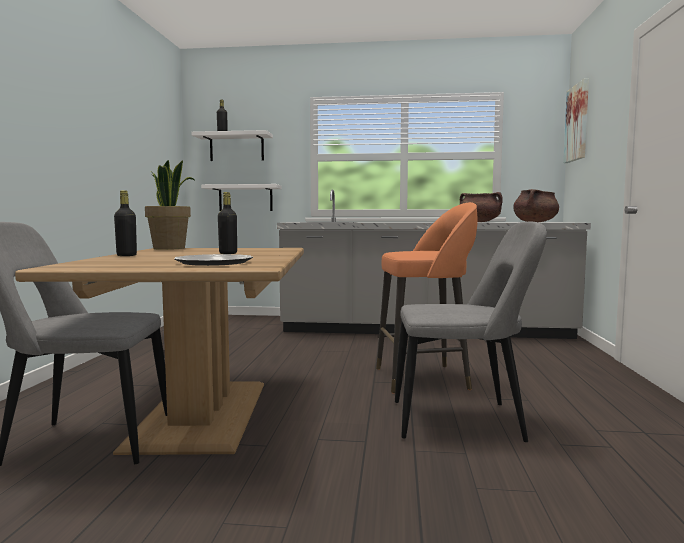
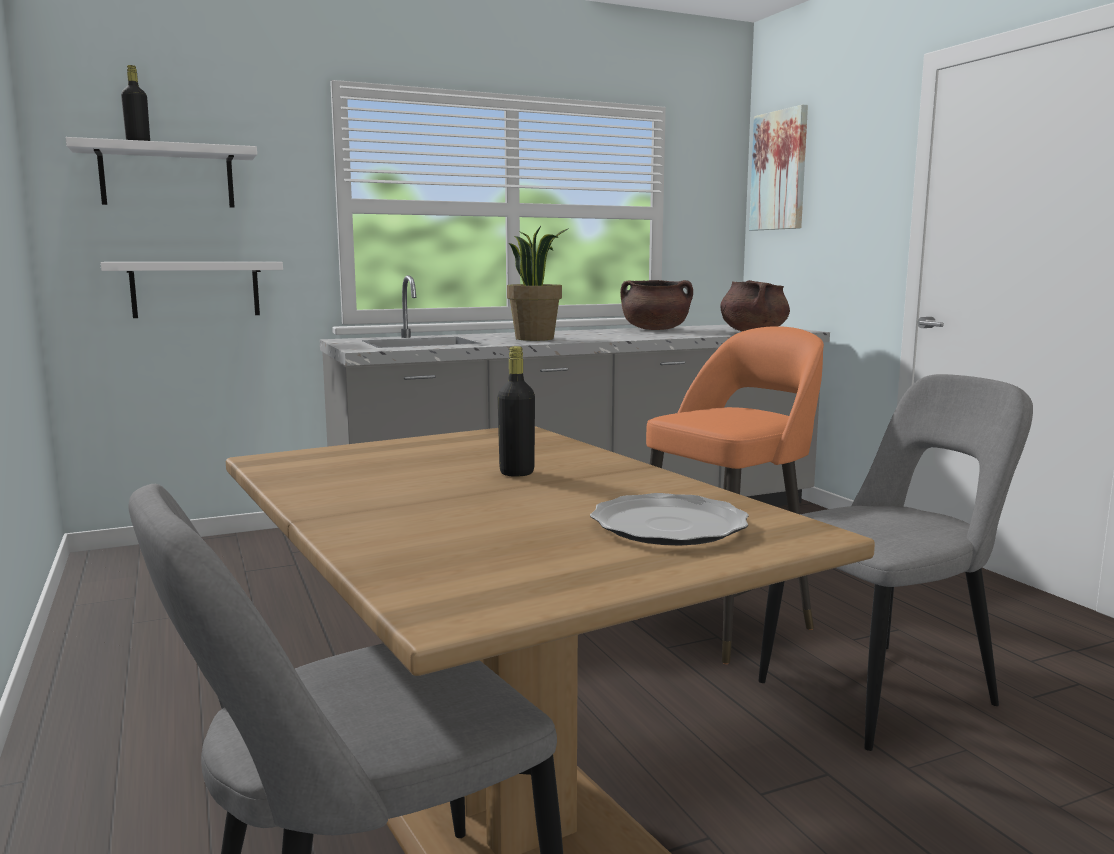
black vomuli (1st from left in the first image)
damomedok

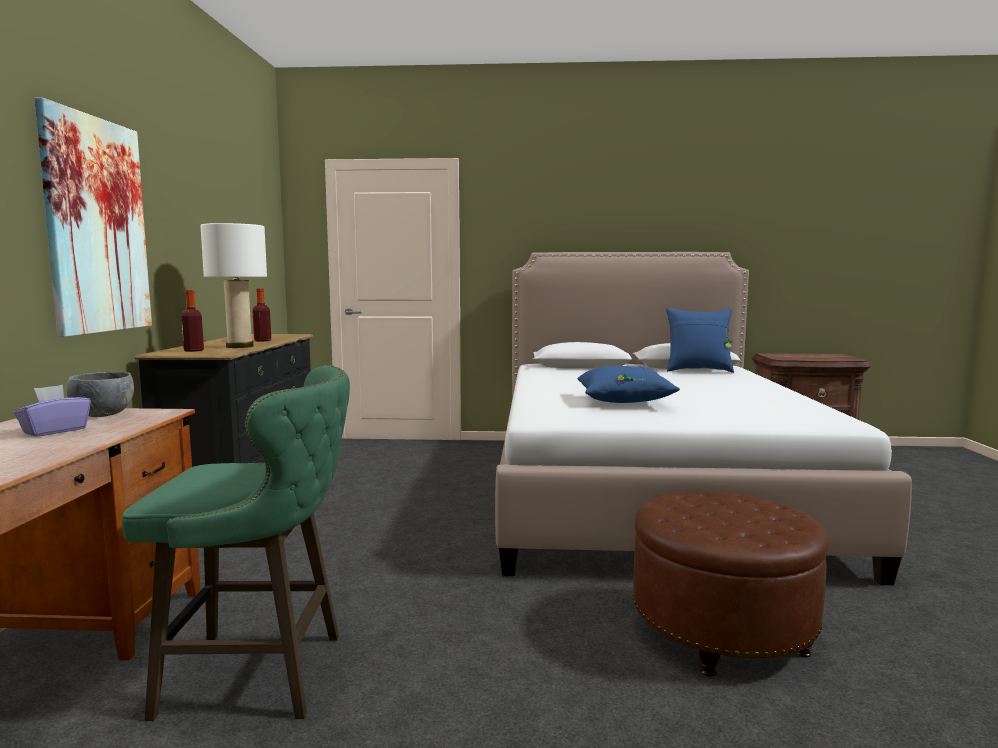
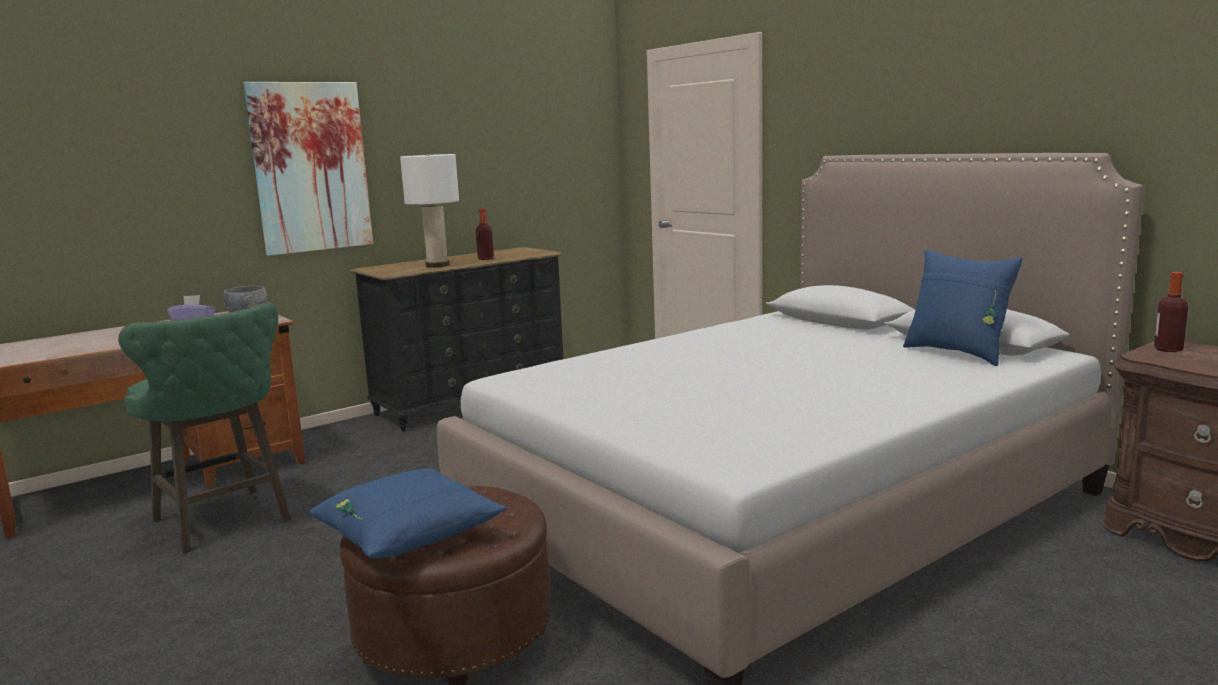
vomuli (2nd from left)
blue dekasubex (1st from left)

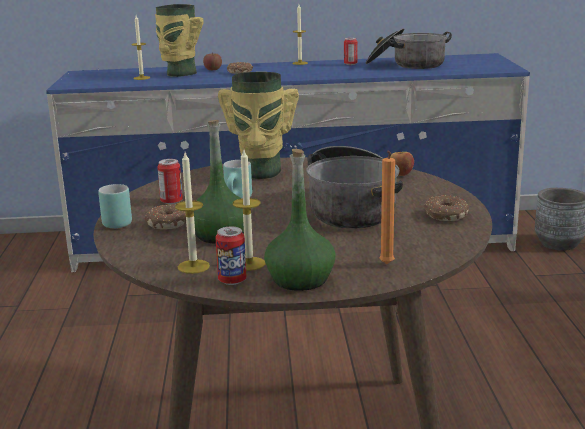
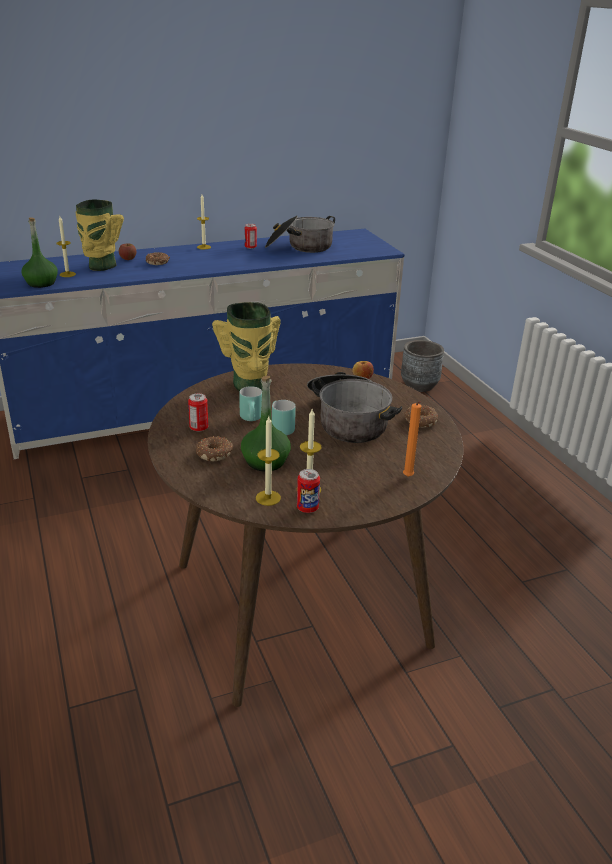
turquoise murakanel (2nd from left)
green vomuli (1st from left)

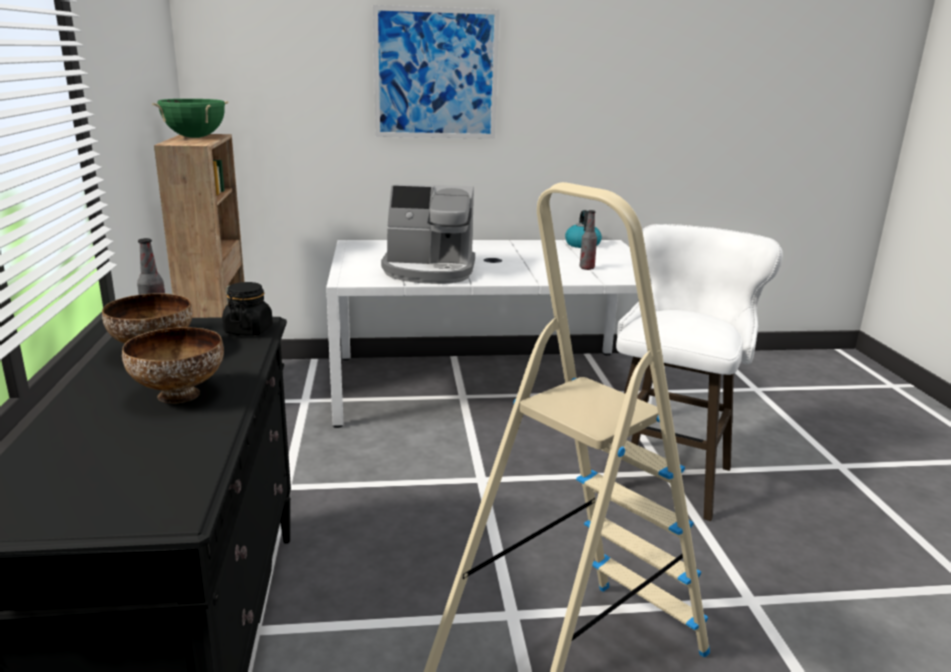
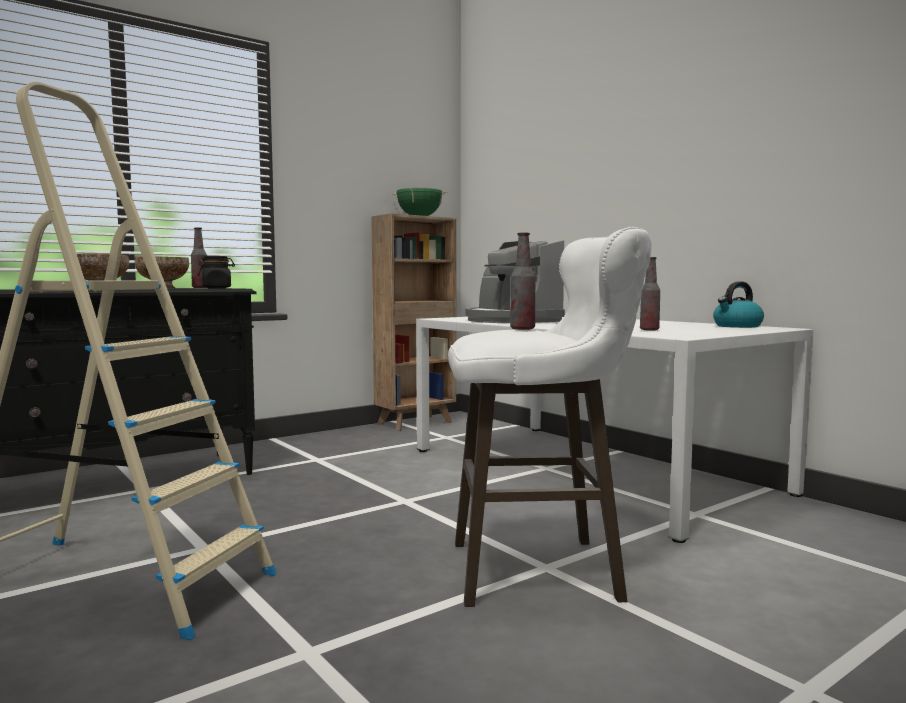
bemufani
vomuli (2nd from left)

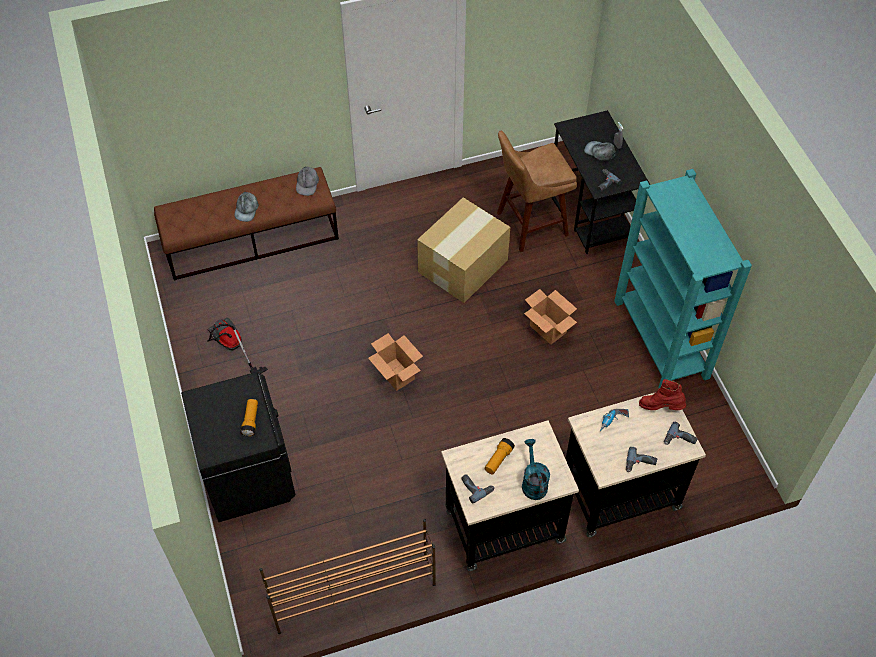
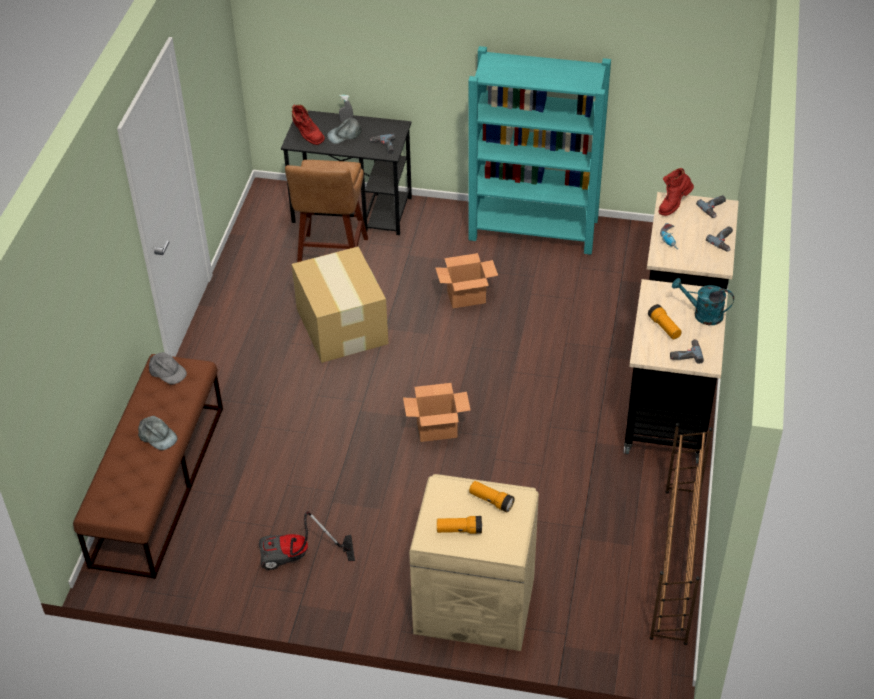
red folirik (1st from left)
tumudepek (1st from left)
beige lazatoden

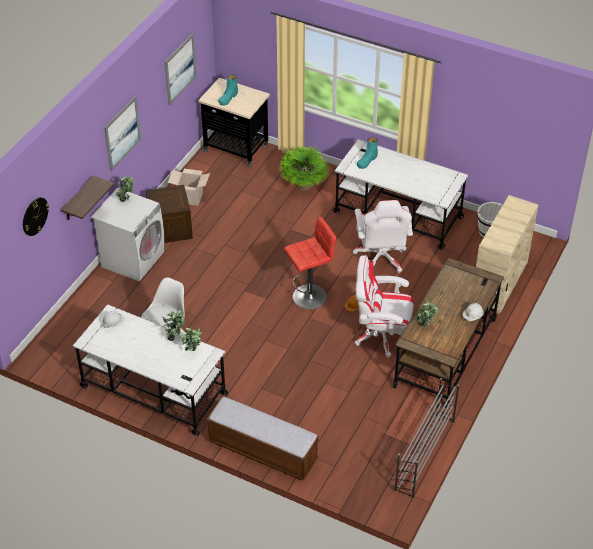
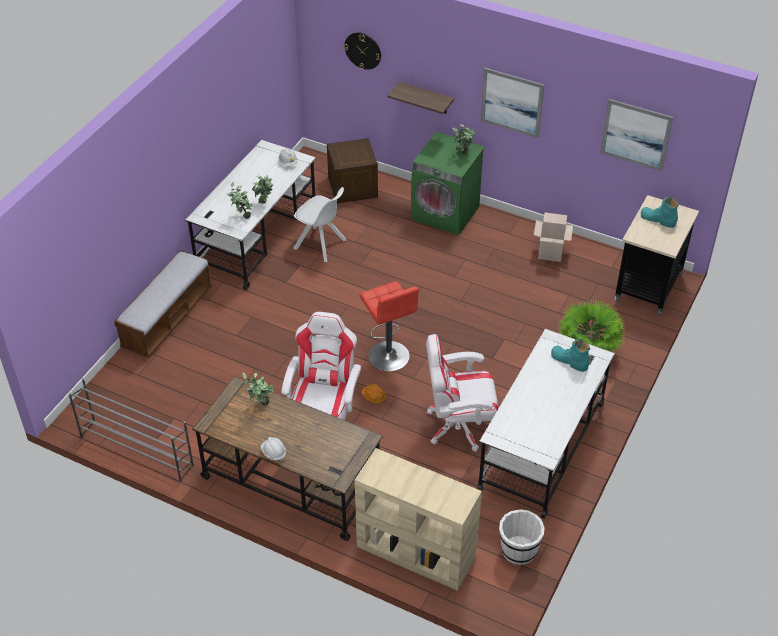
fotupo
green lazatoden

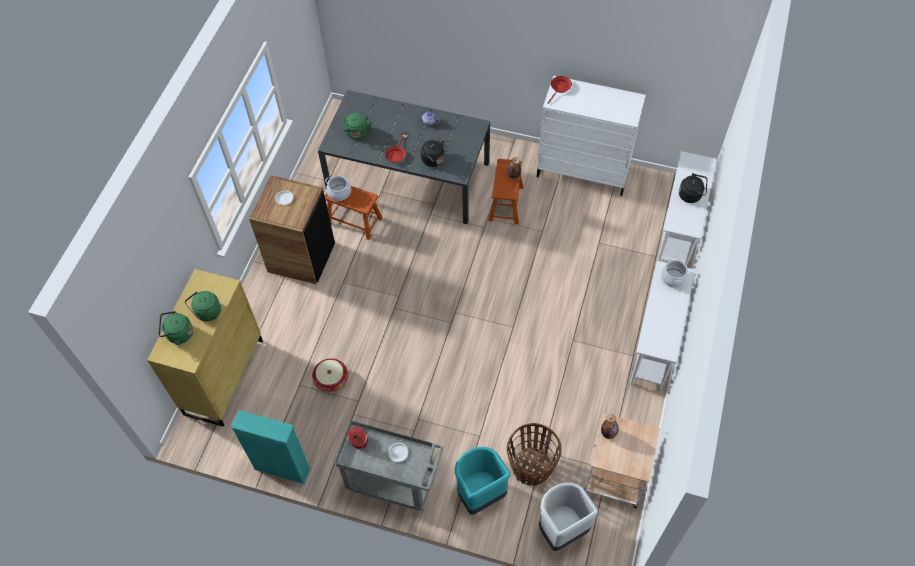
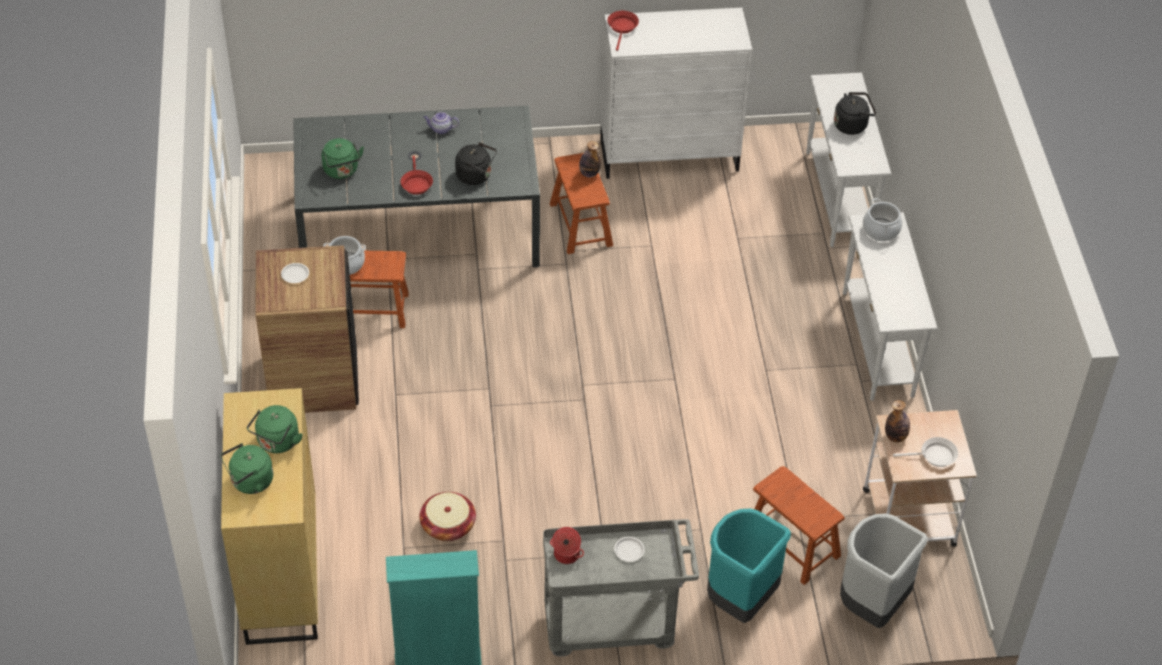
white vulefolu
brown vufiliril (3rd from left)

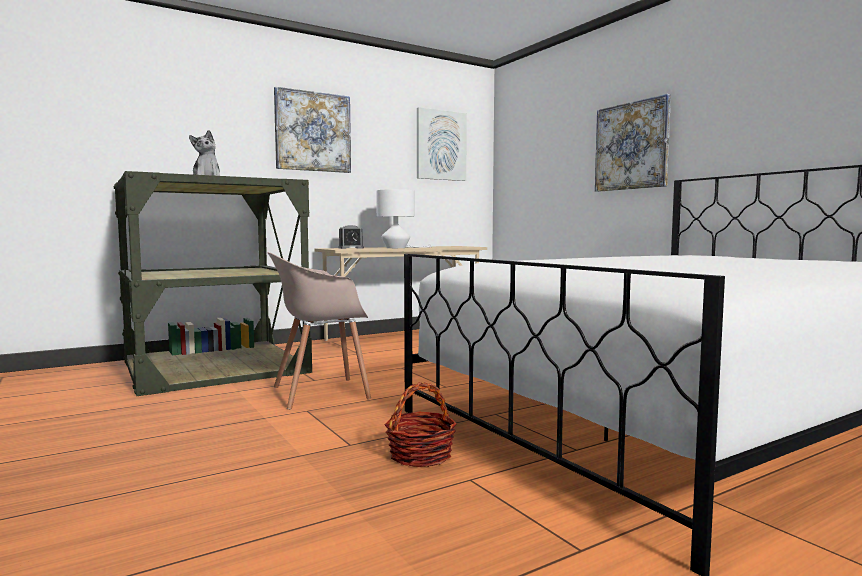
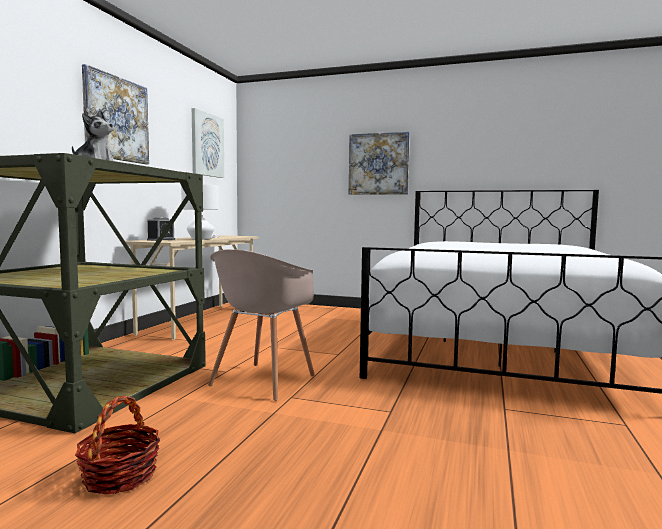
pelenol

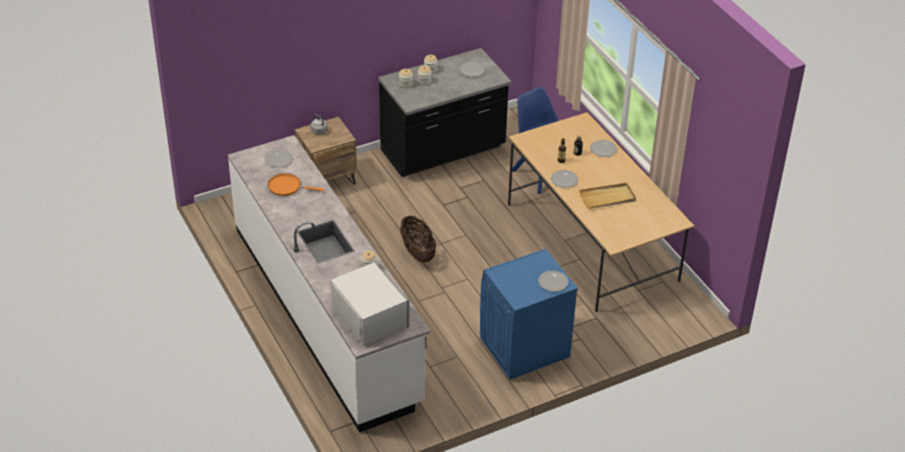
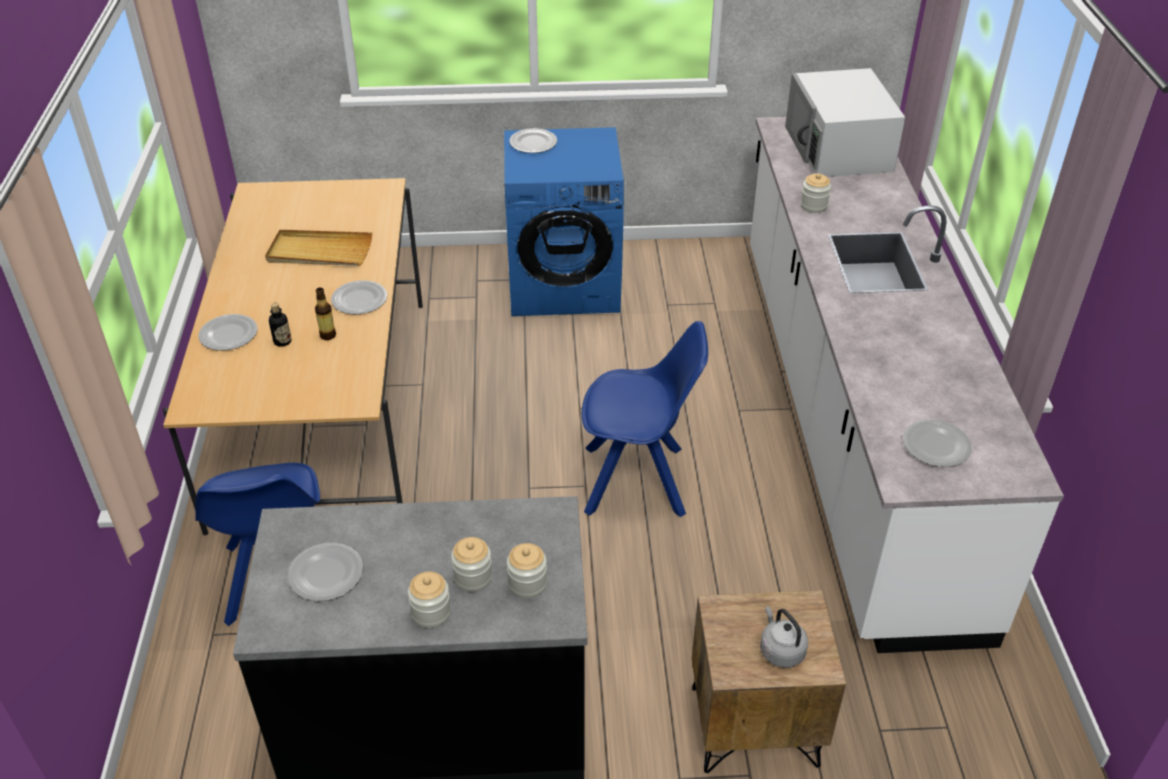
orange vulefolu
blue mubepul (2nd from left)

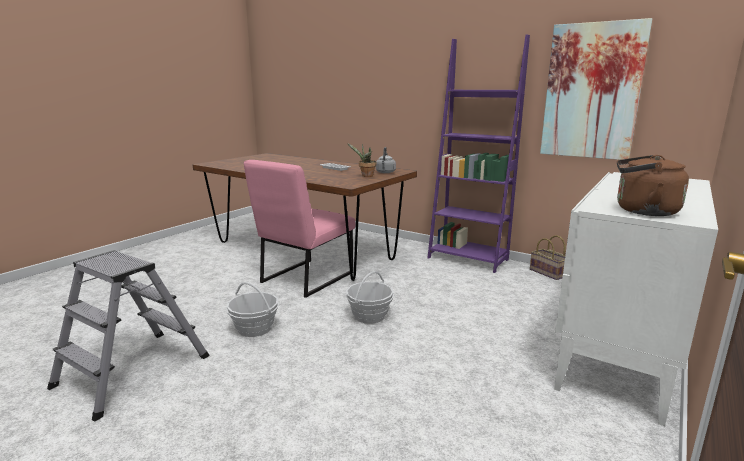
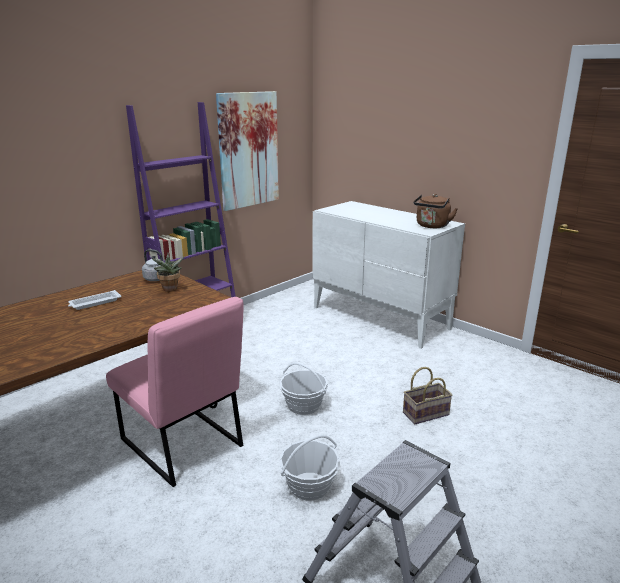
pelenol (3rd from left)

